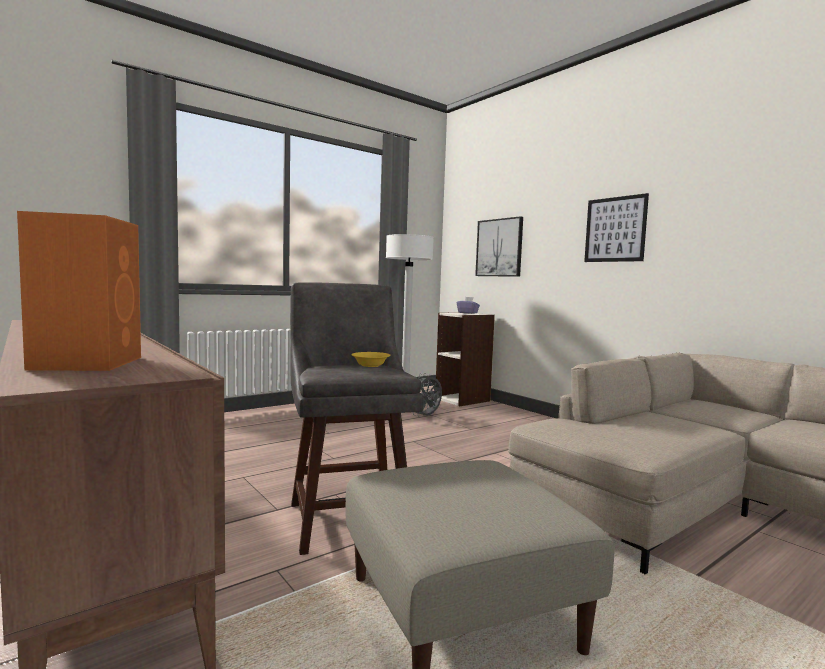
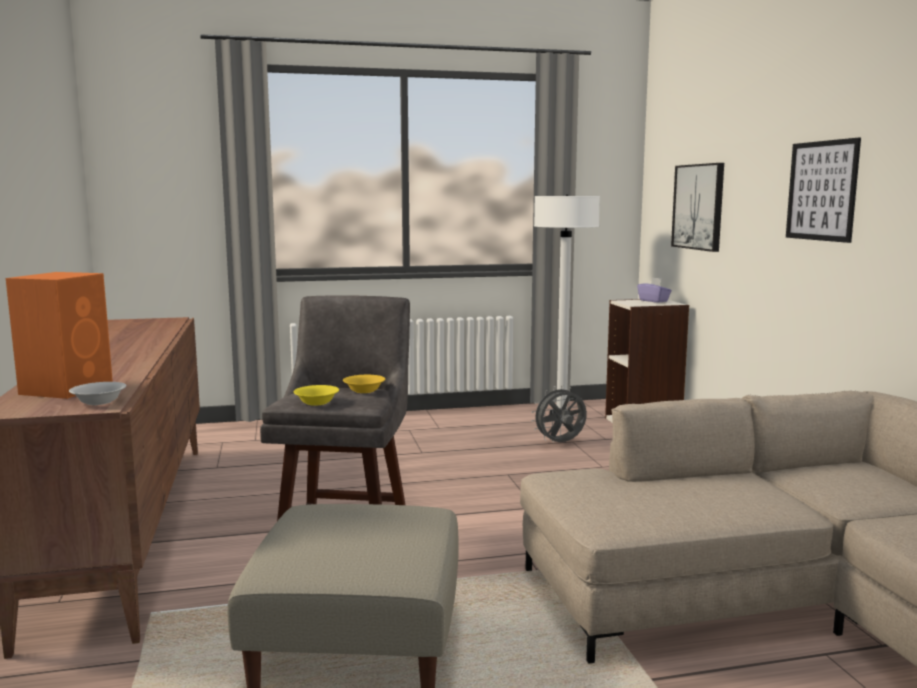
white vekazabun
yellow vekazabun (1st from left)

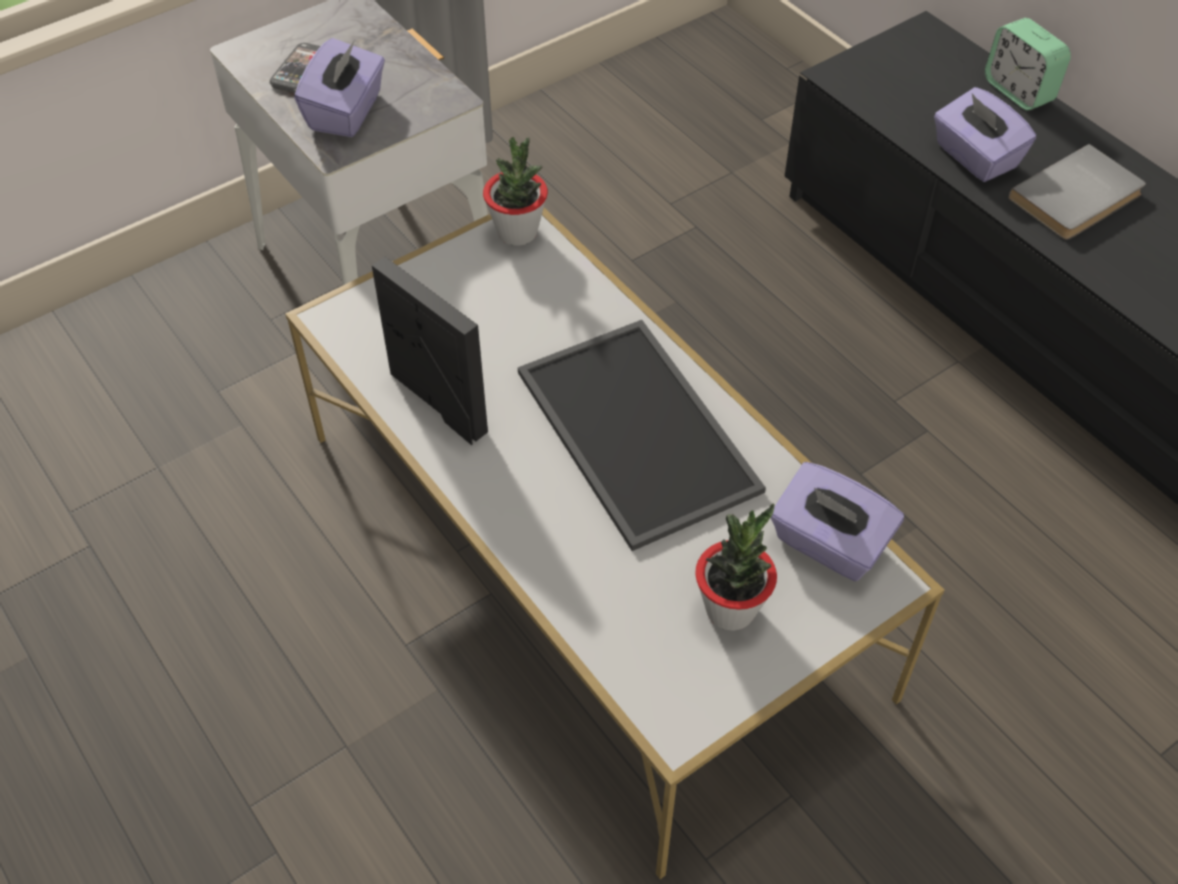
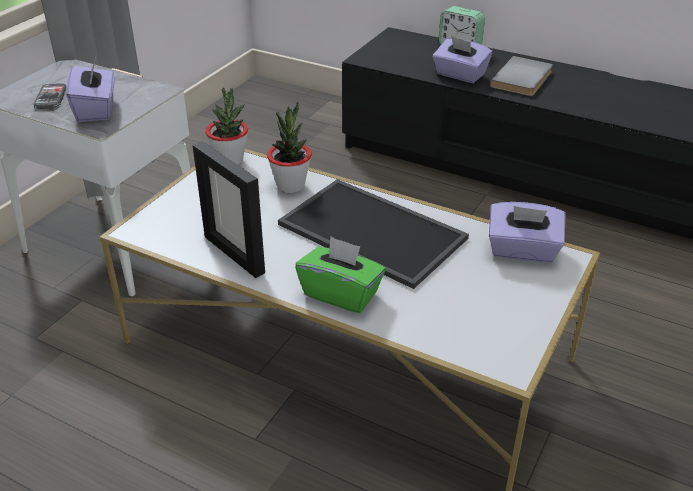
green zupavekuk
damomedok (2nd from left)
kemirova

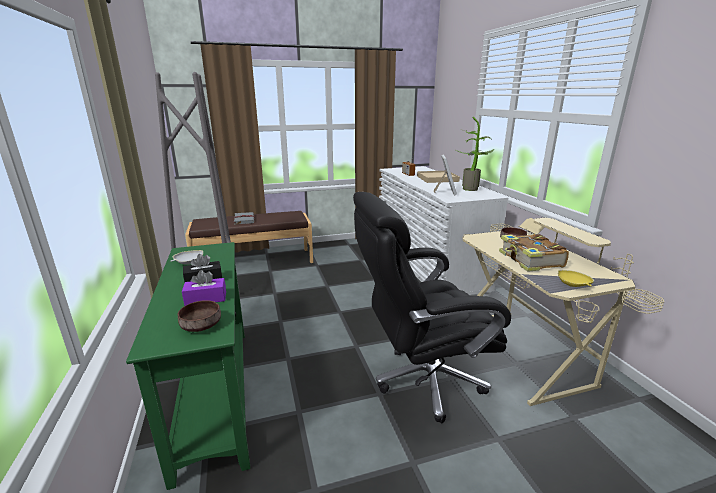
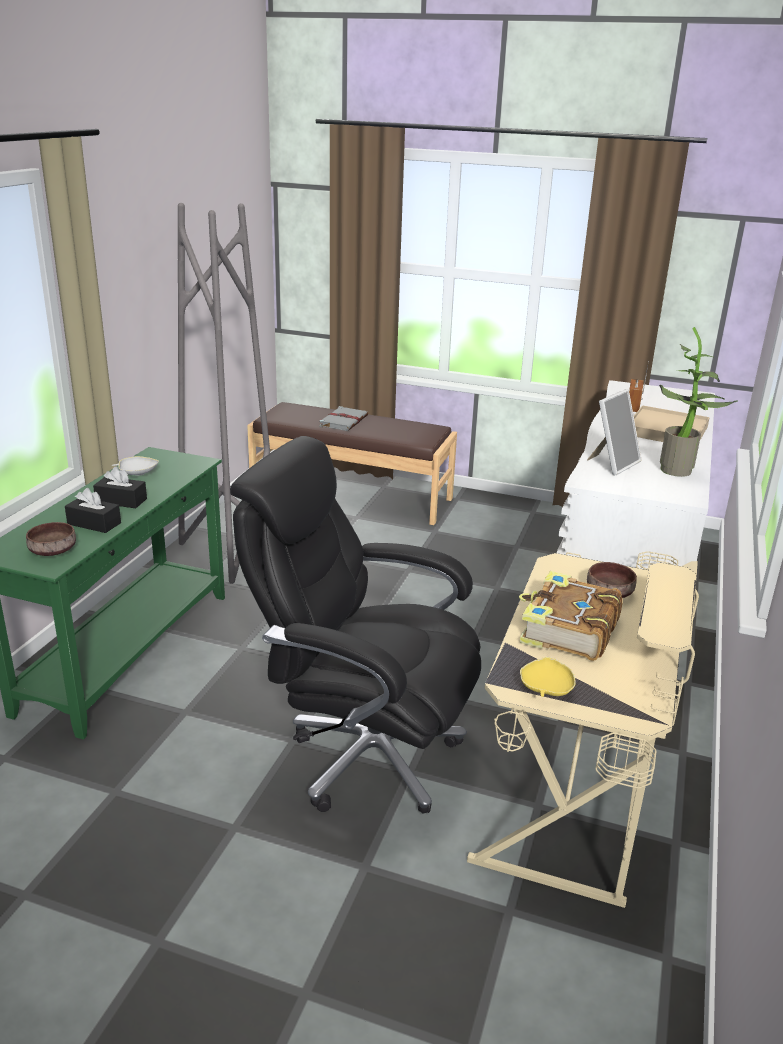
black zupavekuk (1st from left)

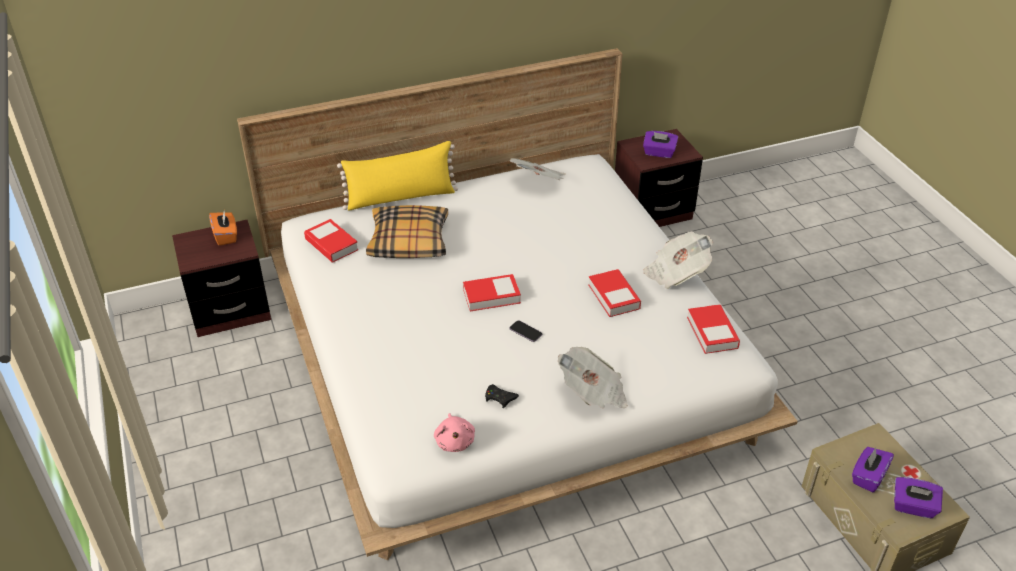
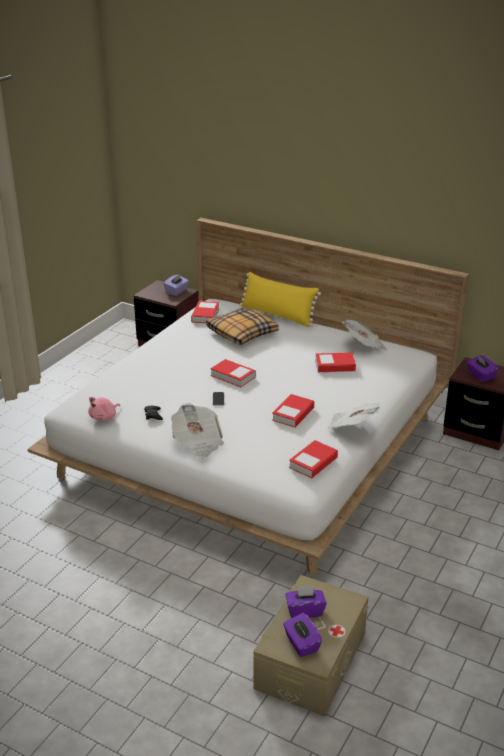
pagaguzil (5th from left)
purple zupavekuk (1st from left)

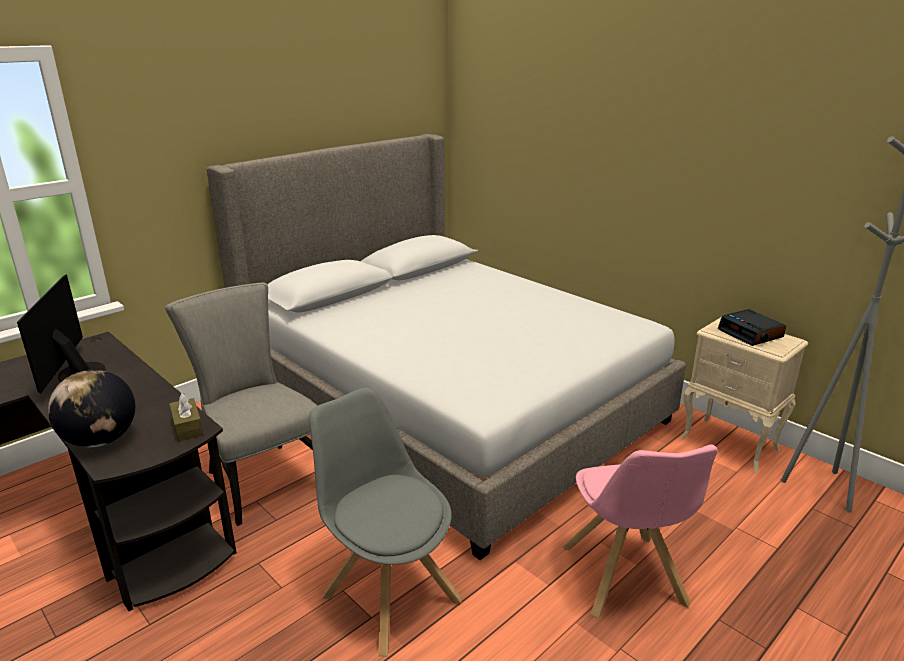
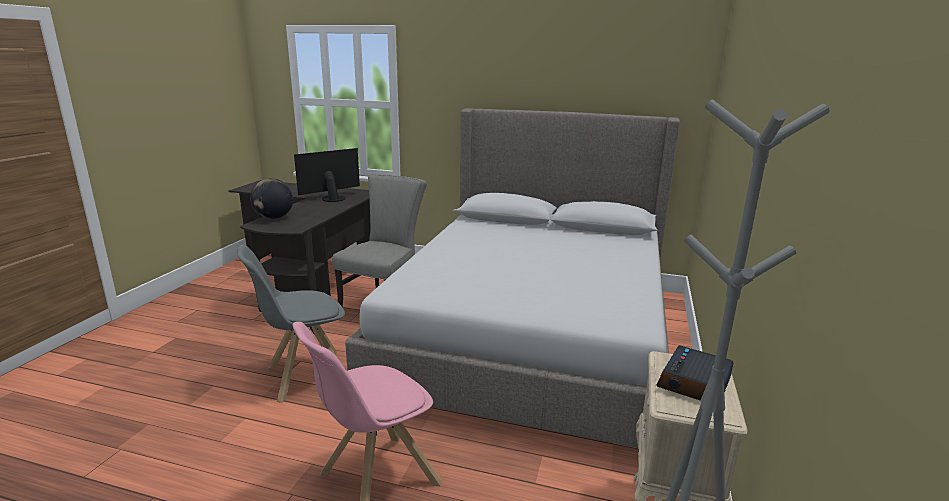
brown zupavekuk
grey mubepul (1st from left)

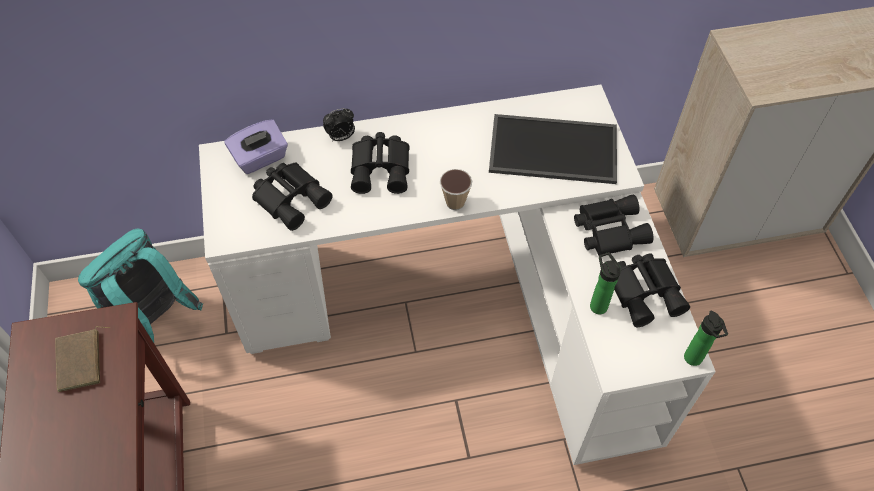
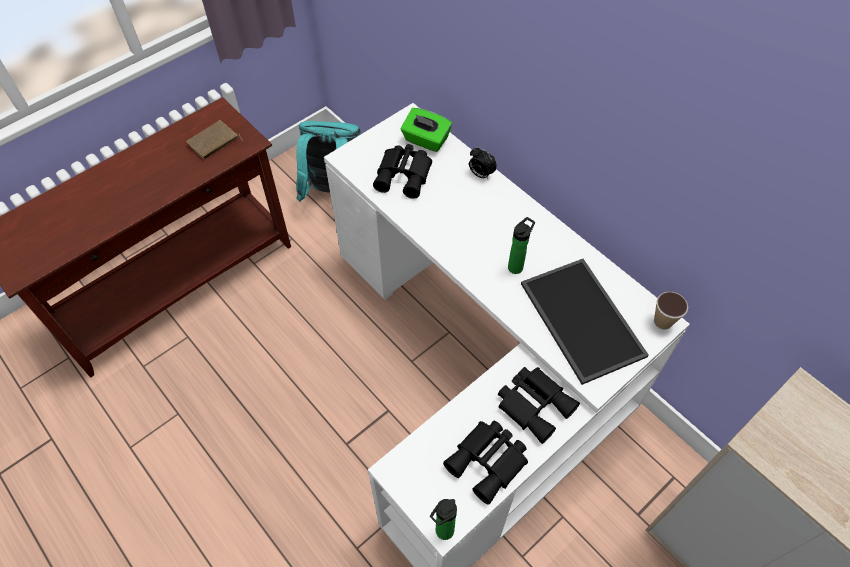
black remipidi (2nd from left in the first image)
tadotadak
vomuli (2nd from left)
green zupavekuk

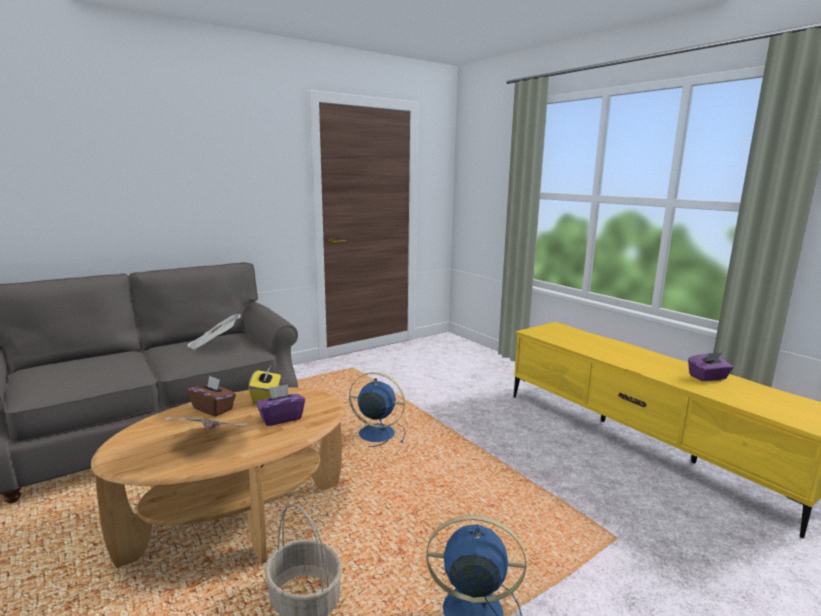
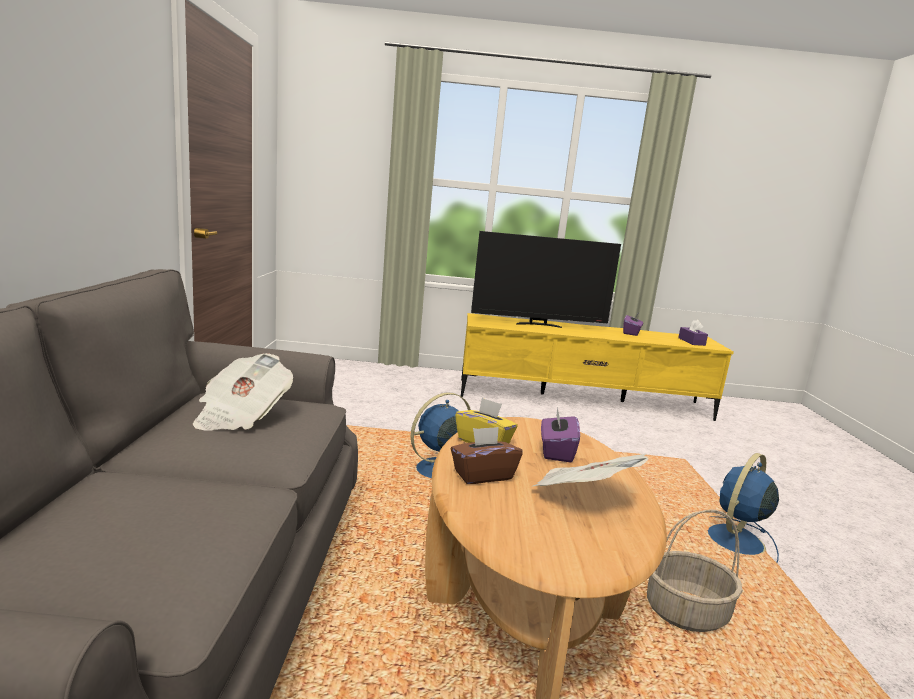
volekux
purple zupavekuk (3rd from left)

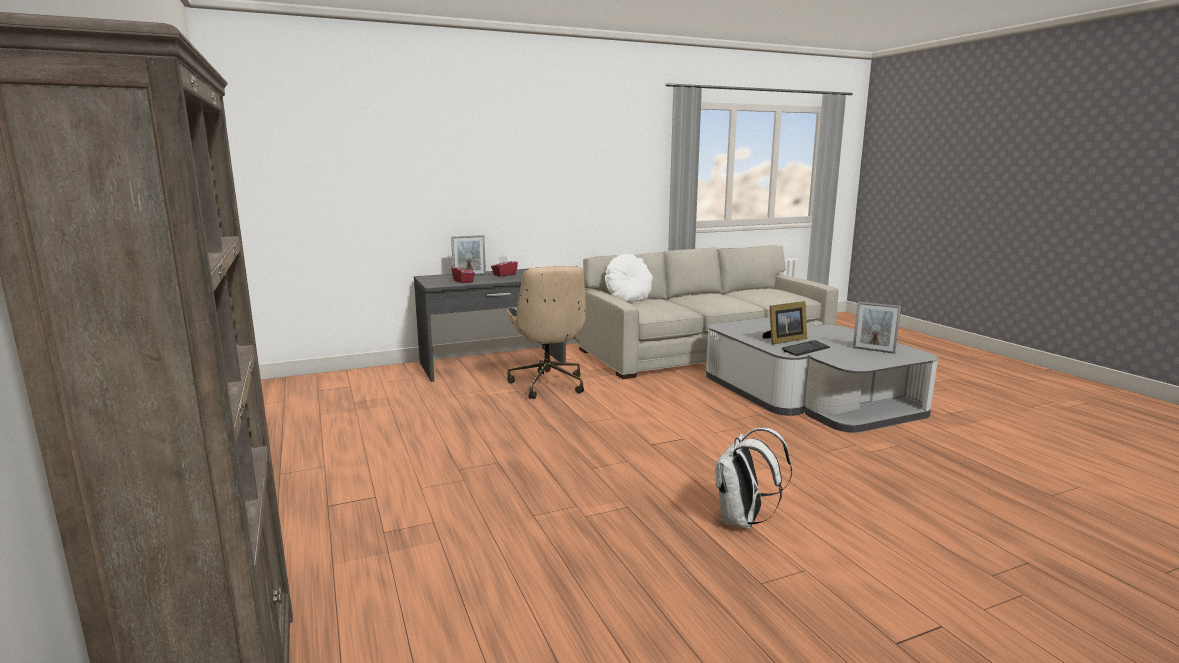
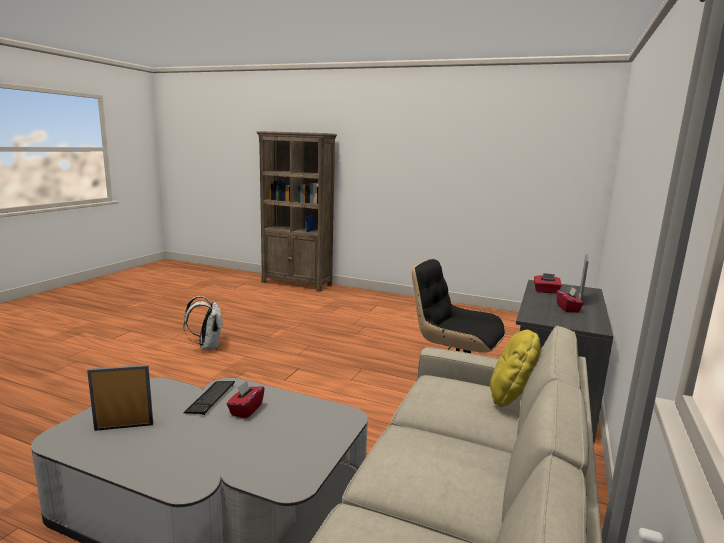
red zupavekuk (1st from left)
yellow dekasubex

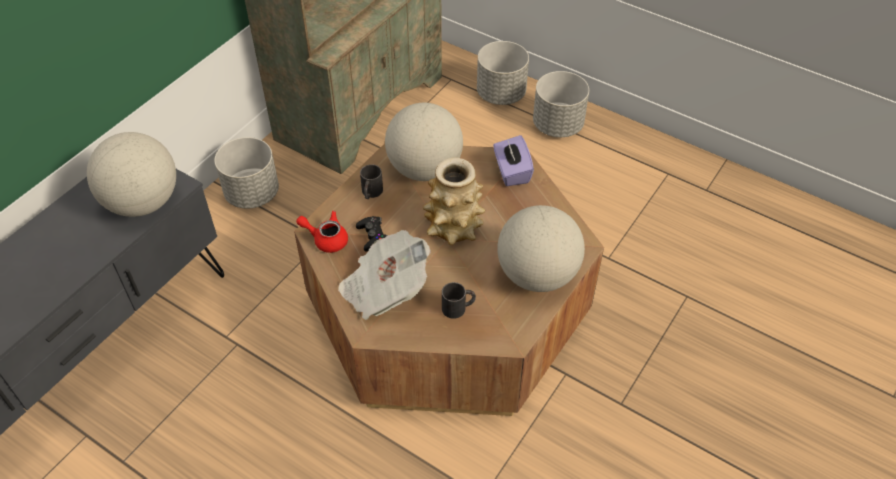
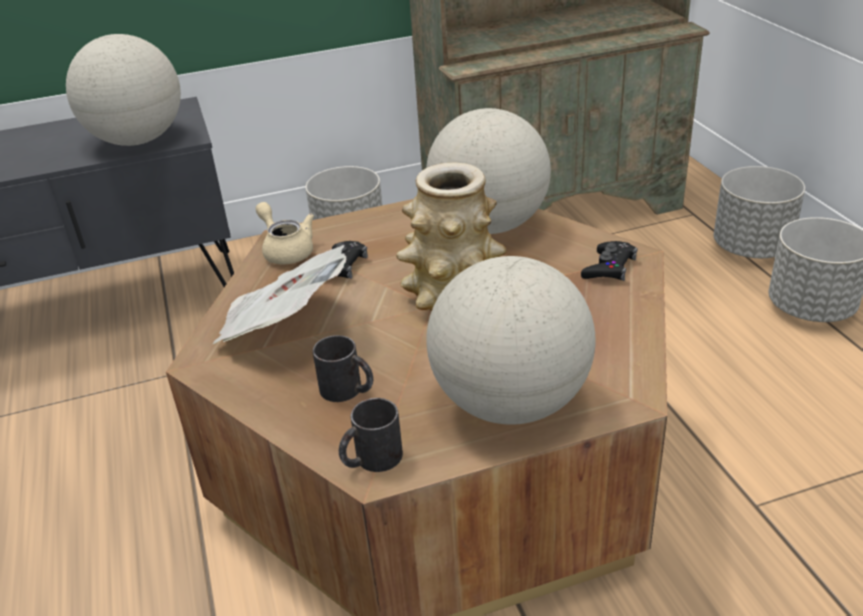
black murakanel (2nd from left)
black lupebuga (2nd from left)
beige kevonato

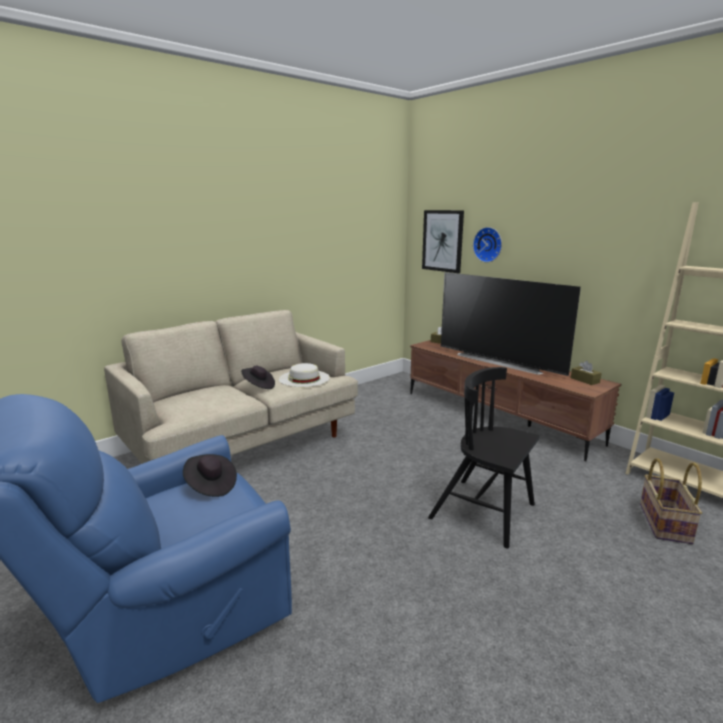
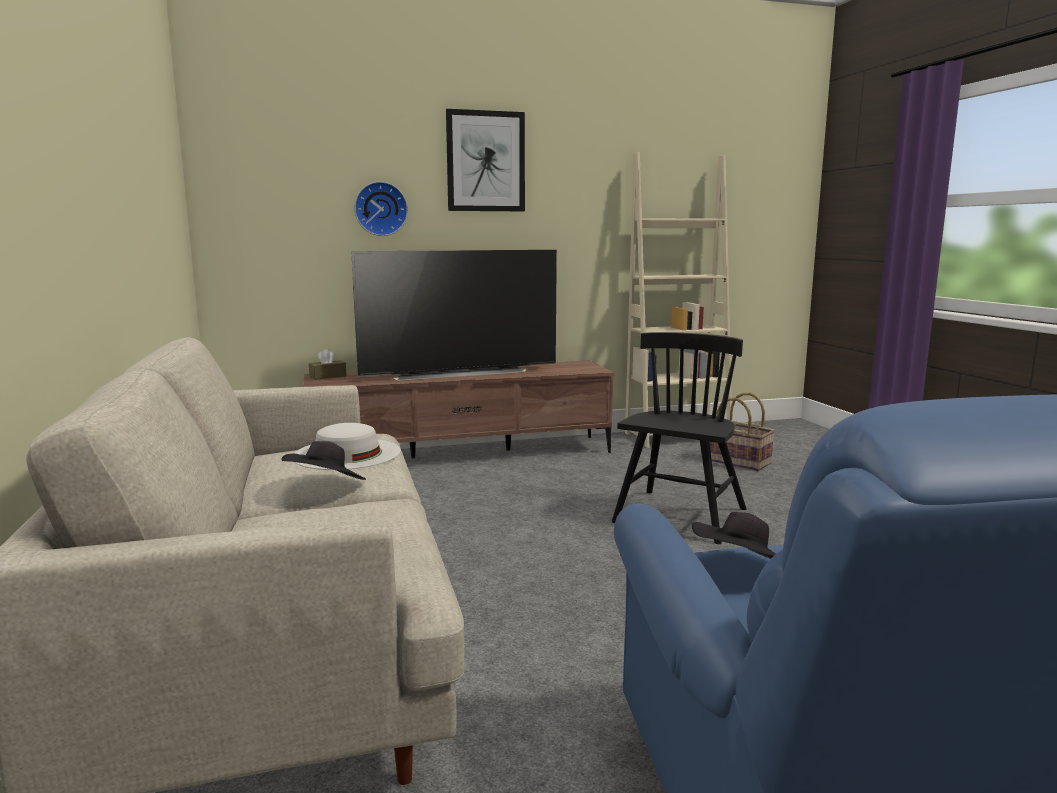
brown zupavekuk (2nd from left in the first image)
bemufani
black mubepul

